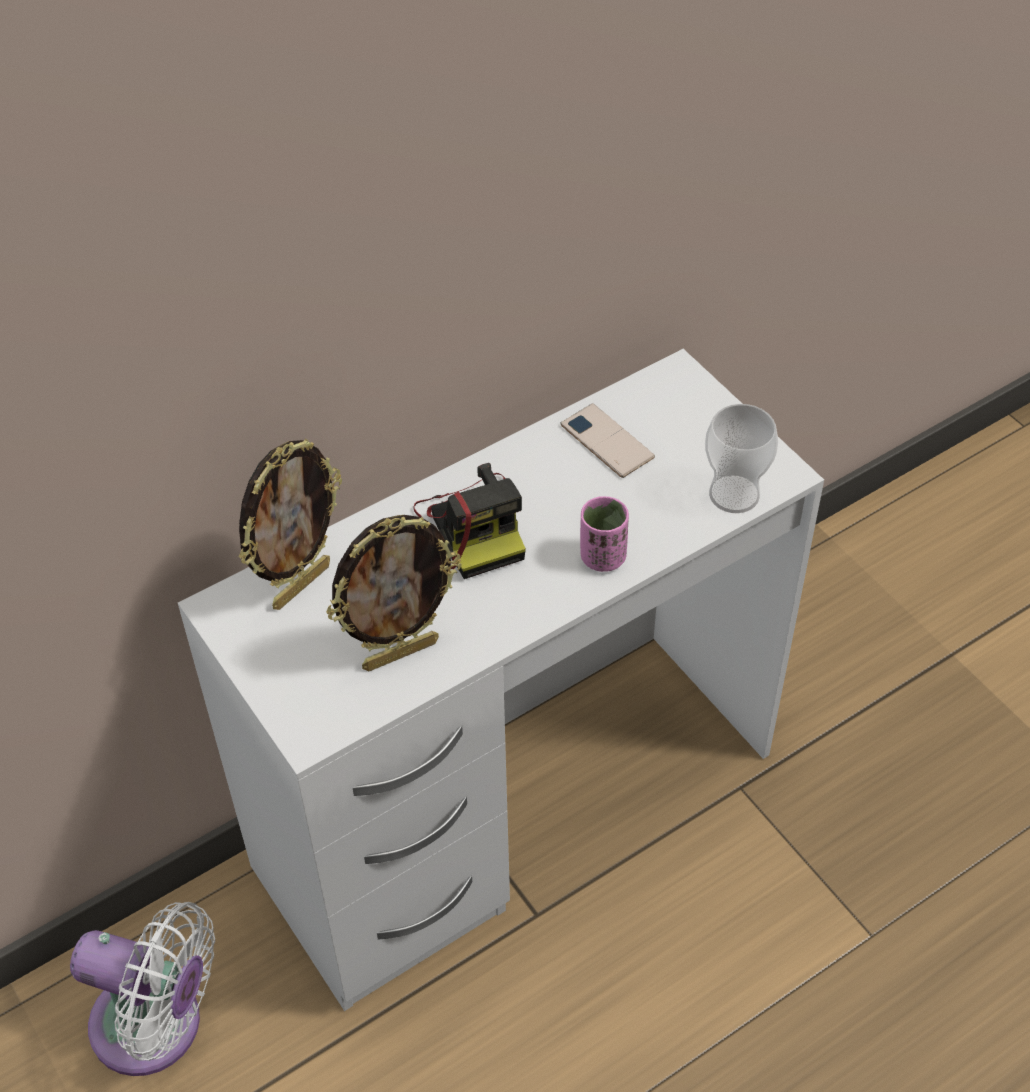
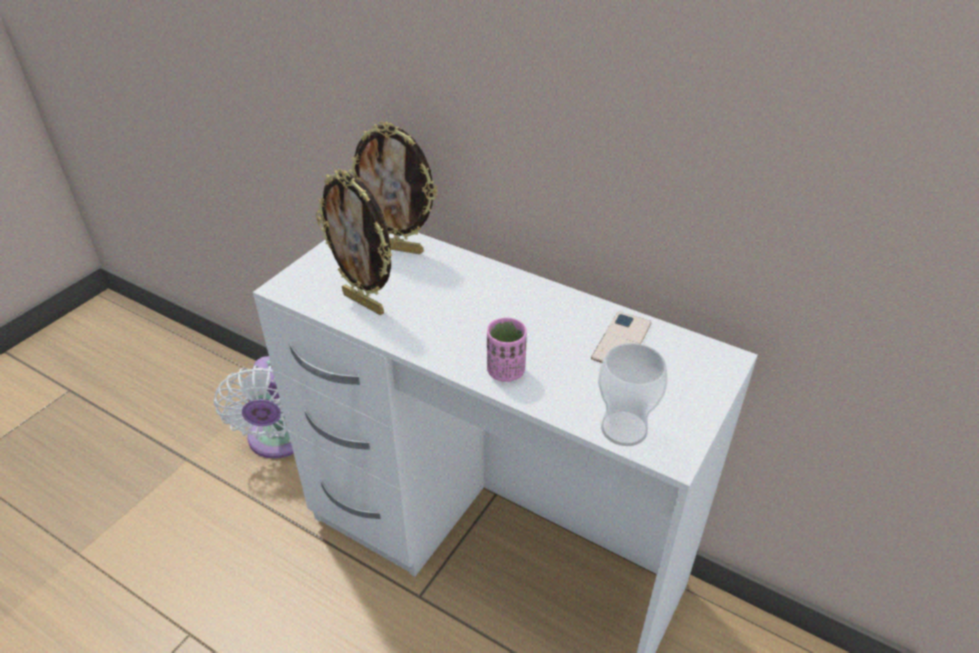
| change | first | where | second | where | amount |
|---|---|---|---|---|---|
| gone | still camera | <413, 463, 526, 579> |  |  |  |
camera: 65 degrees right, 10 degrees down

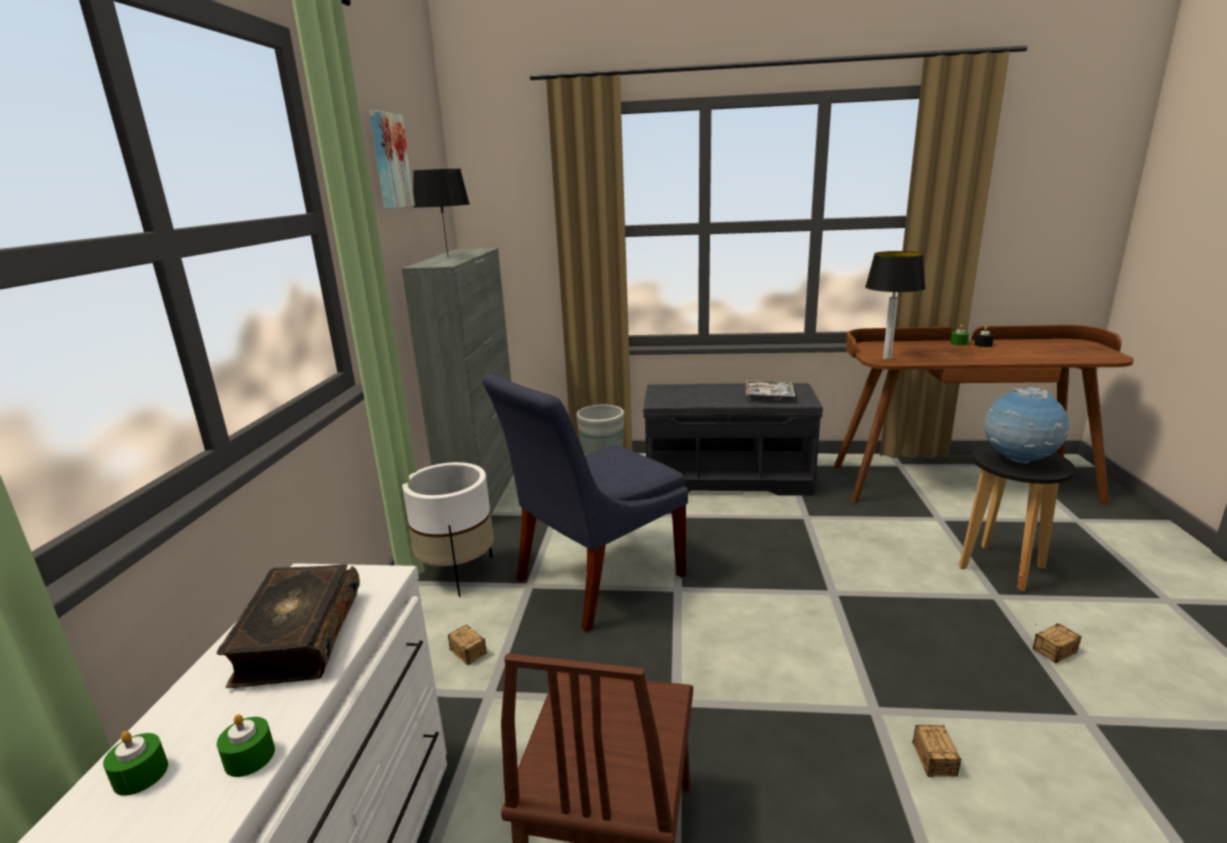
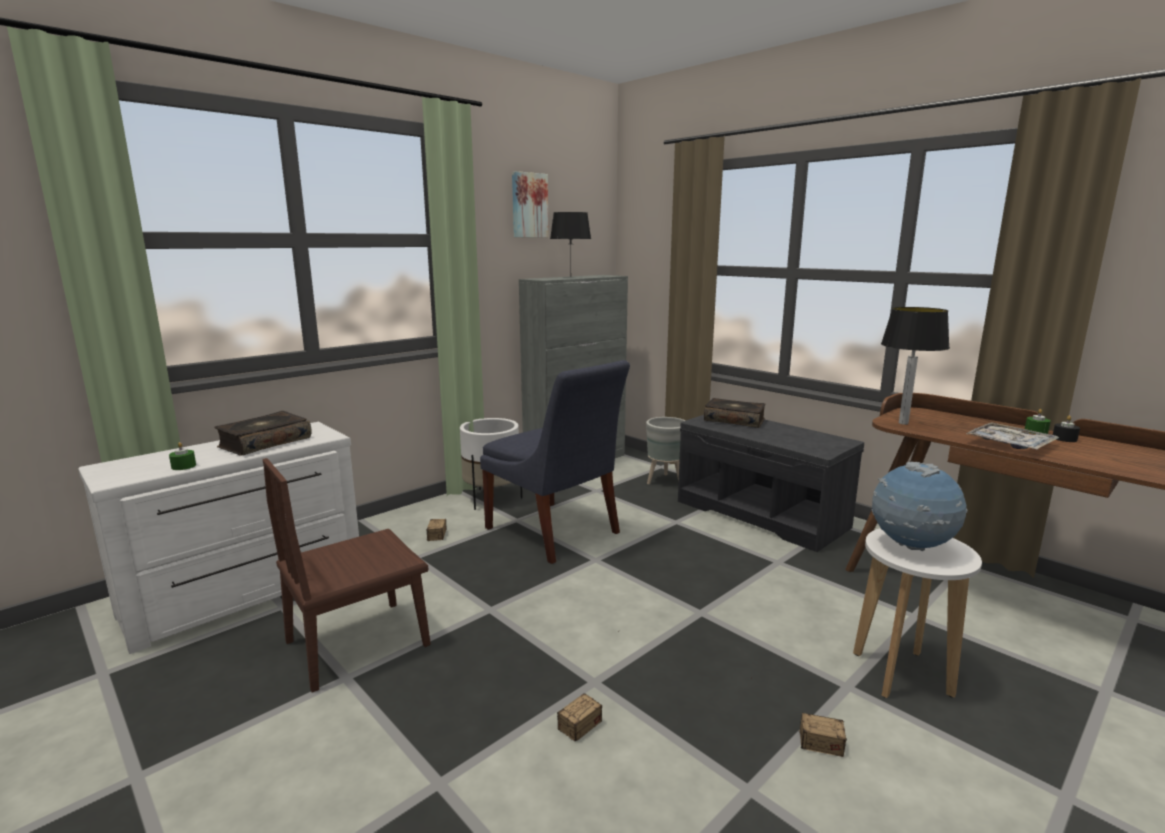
| change | first | where | second | where | amount |
|---|---|---|---|---|---|
| rotated | blue upright chair | <482, 373, 688, 632> |  | <480, 360, 630, 564> | 135 degrees counterclockwise |
| new |  |  | bound book | <704, 398, 765, 428> |  |
| repainted | black stool seat | <959, 444, 1076, 592> | whitish stool seat | <853, 528, 982, 698> |  |
| shifted | tray | <746, 380, 795, 398> |  | <966, 422, 1059, 449> |  |
| gone | greenish wax candle | <103, 731, 168, 796> |  |  |  |
camera: 40 degrees right, 5 degrees down

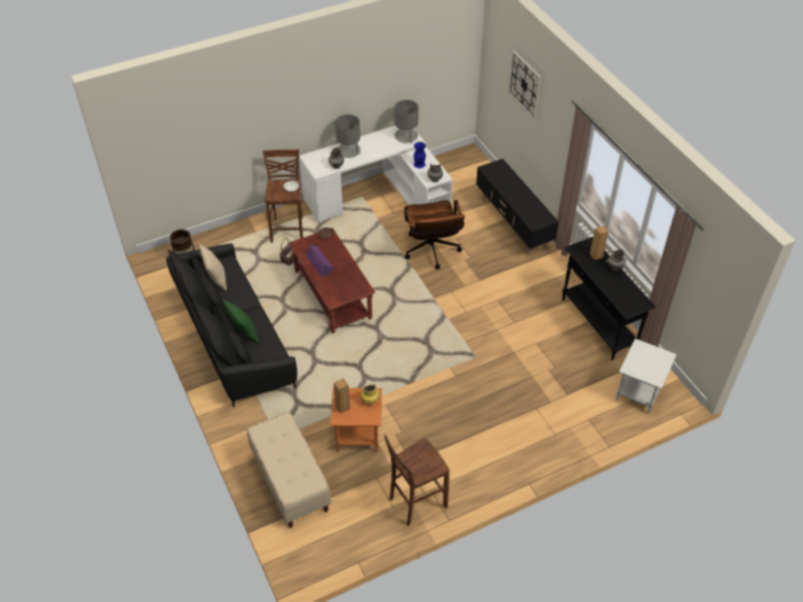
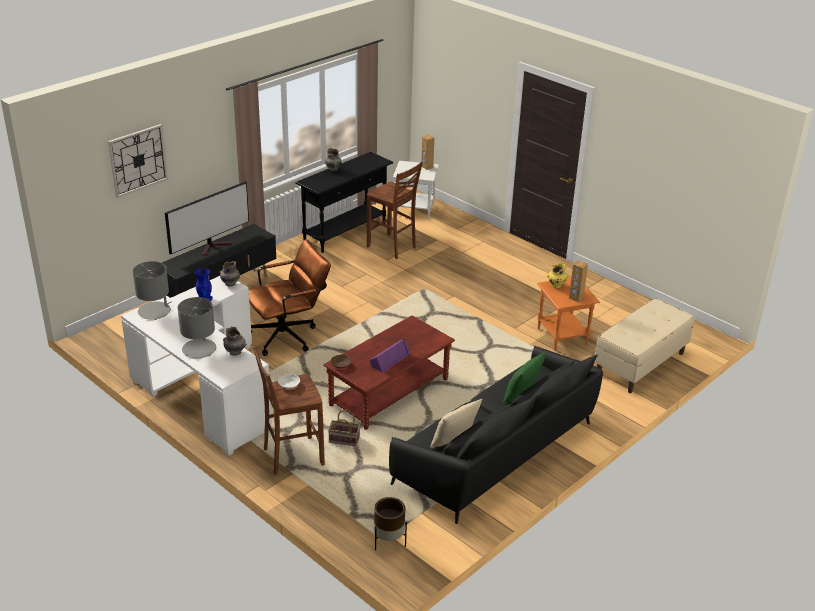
| change | first | where | second | where | amount |
|---|---|---|---|---|---|
| new |  |  | TV set | <165, 181, 249, 256> |  |
| shifted | brownish stool seat | <384, 435, 450, 526> |  | <367, 162, 423, 259> |  |
| shifted | brownish loudspeaker | <590, 226, 608, 260> |  | <421, 135, 434, 170> |  |
camera: 110 degrees left, 15 degrees down

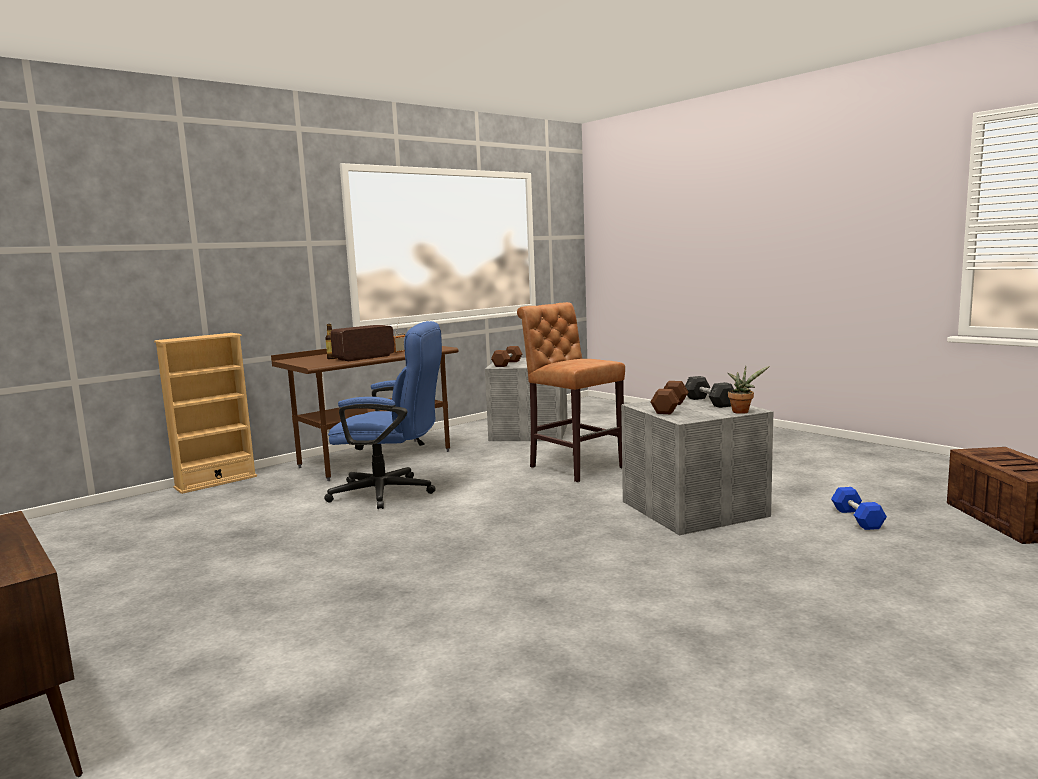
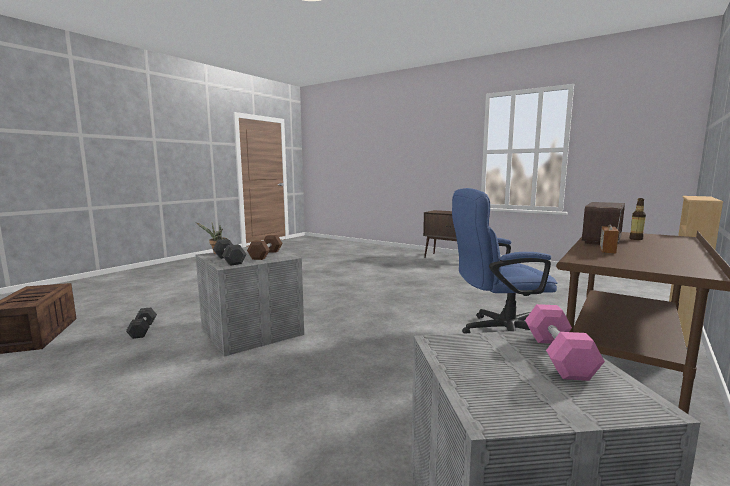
| change | first | where | second | where | amount |
|---|---|---|---|---|---|
| repainted | blue hand weight | <831, 487, 887, 530> | greyish hand weight | <126, 308, 157, 339> |  |
| repainted | brownish hand weight | <491, 346, 523, 367> | pink hand weight | <525, 304, 605, 381> |  |
| gone | brownish stool seat | <517, 302, 625, 482> |  |  |  |
camera: 165 degrees right, 0 degrees up

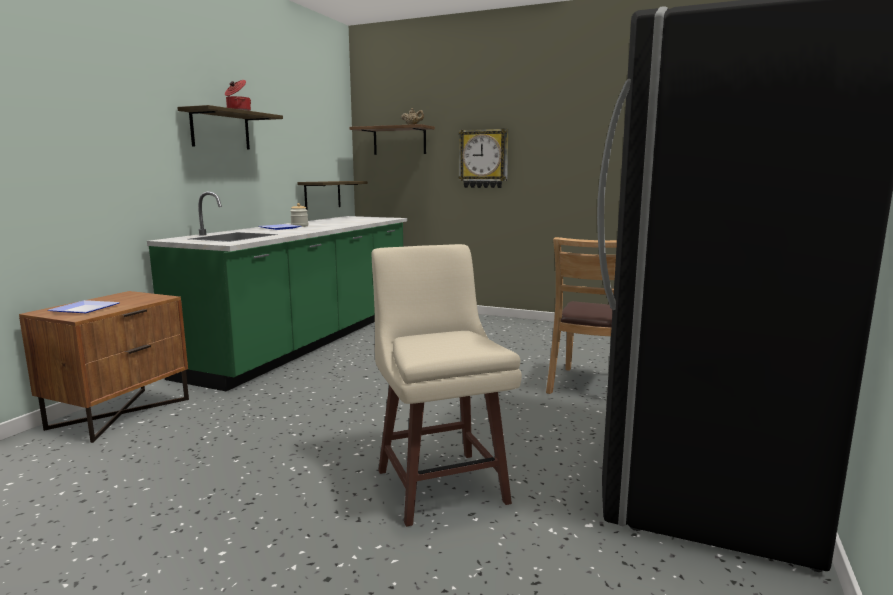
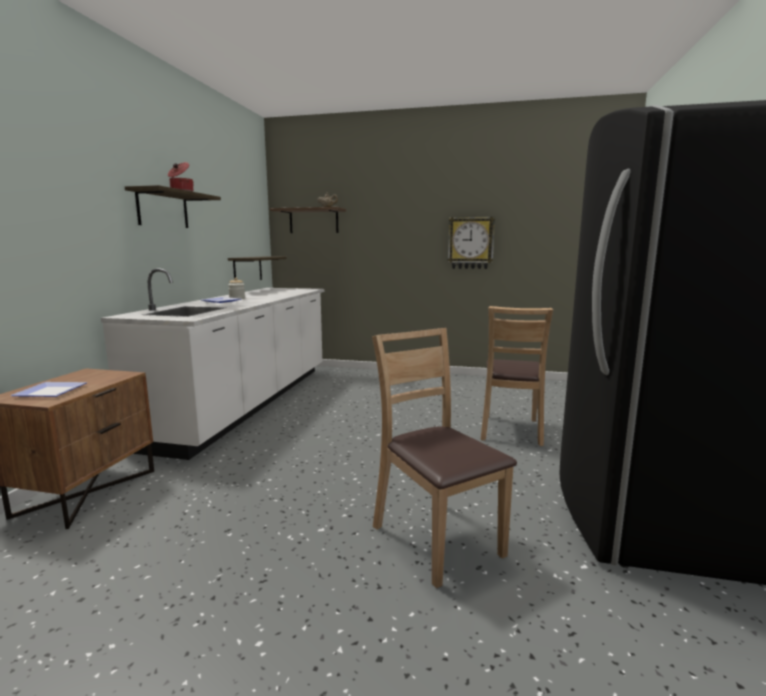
| change | first | where | second | where | amount |
|---|---|---|---|---|---|
| repainted | greenish kitchen base unit | <147, 192, 407, 391> | whitish kitchen base unit | <101, 268, 324, 460> |  |
| swapped | beige-coloured stool seat | <372, 244, 522, 527> | brownish upright chair | <372, 328, 517, 588> |  |
| shifted | clock on the wall | <458, 129, 508, 188> |  | <448, 217, 495, 269> |  |
camera: 10 degrees left, 0 degrees up

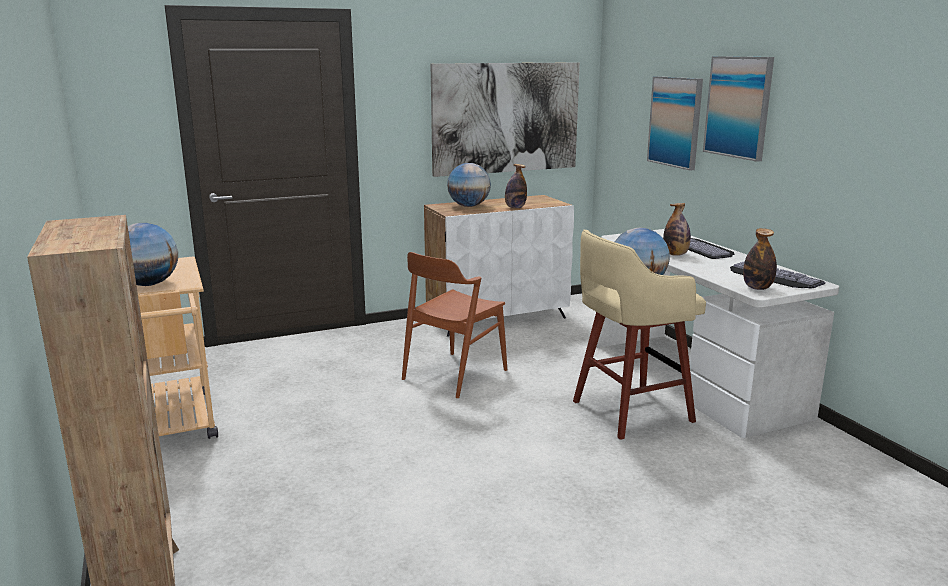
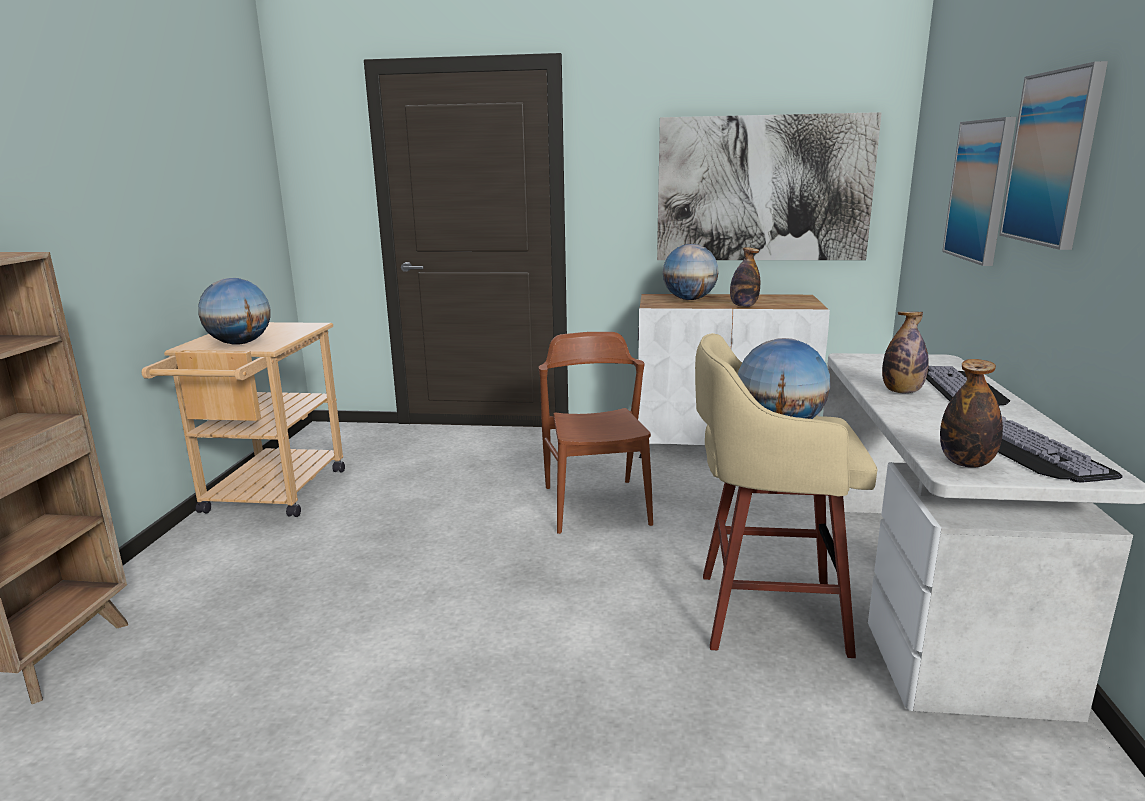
| change | first | where | second | where | amount |
|---|---|---|---|---|---|
| rotated | brownish upright chair | <402, 252, 507, 398> |  | <539, 332, 653, 534> | 105 degrees clockwise |
camera: 30 degrees right, 0 degrees up

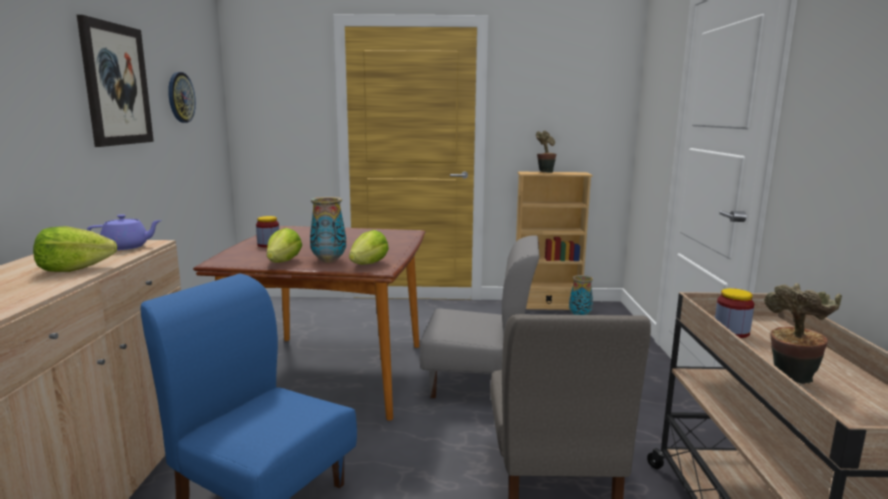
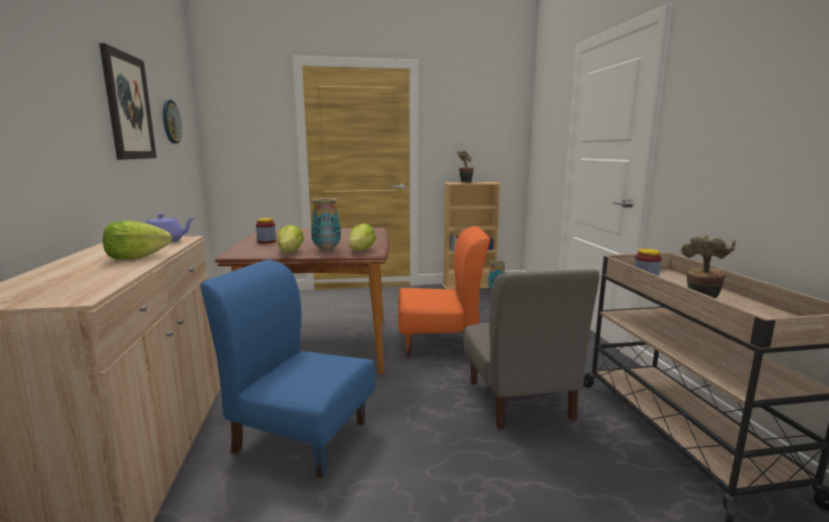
| change | first | where | second | where | amount |
|---|---|---|---|---|---|
| repainted | greyish upright chair | <420, 235, 539, 398> | orange-coloured upright chair | <398, 226, 490, 356> |  |
camera: 10 degrees left, 0 degrees up

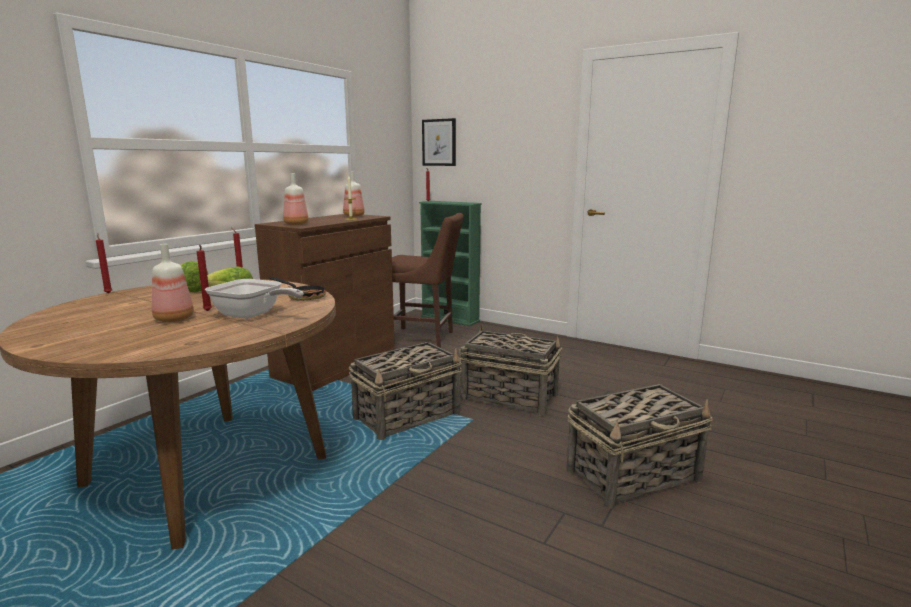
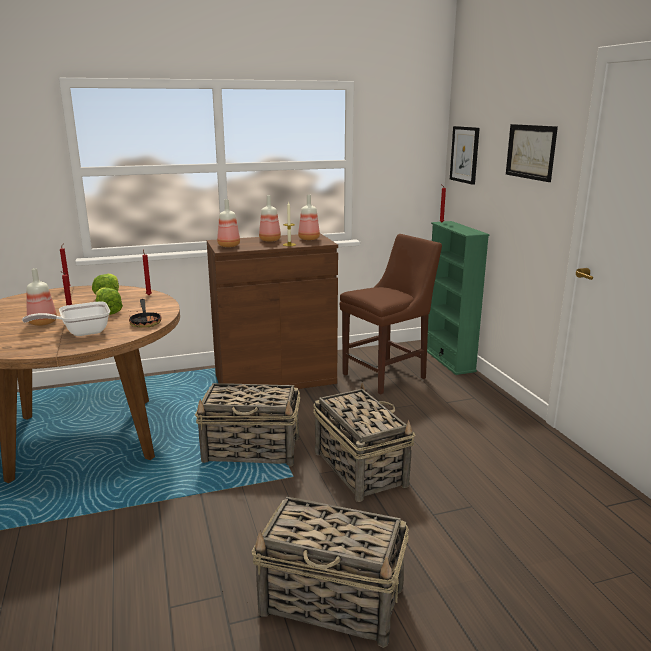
| change | first | where | second | where | amount |
|---|---|---|---|---|---|
| rotated | skillet | <205, 279, 303, 319> |  | <22, 301, 110, 336> | 90 degrees clockwise |
| new |  |  | bottle | <259, 195, 281, 242> |  |
| rotated | brownish upright chair | <392, 213, 464, 348> |  | <340, 234, 442, 394> | 90 degrees counterclockwise |
| new |  |  | wall art | <506, 124, 558, 182> |  |
camera: 40 degrees right, 5 degrees up

